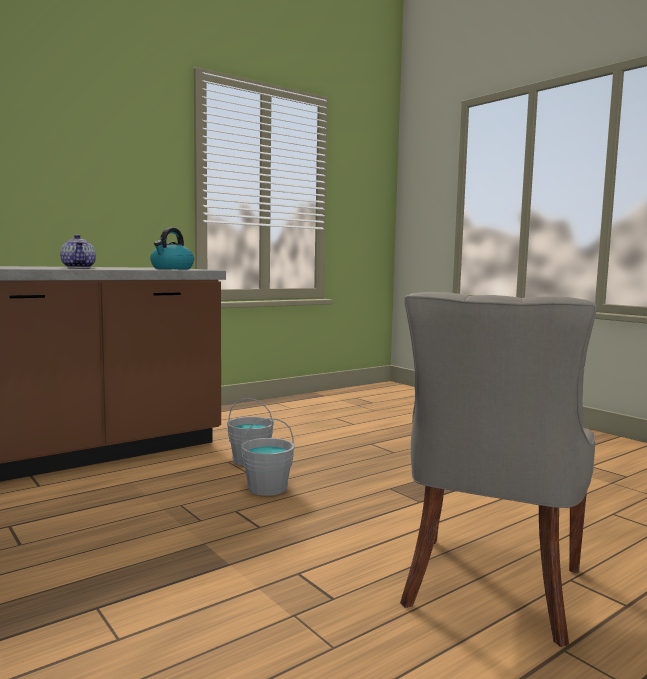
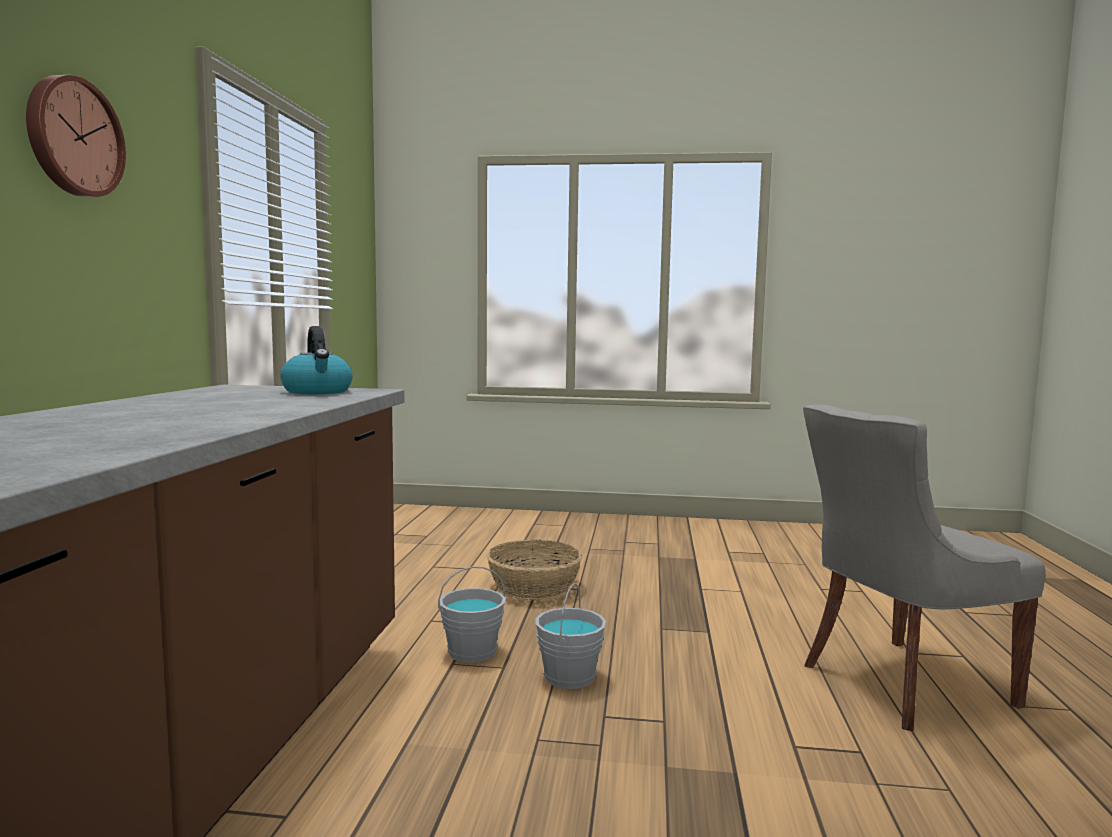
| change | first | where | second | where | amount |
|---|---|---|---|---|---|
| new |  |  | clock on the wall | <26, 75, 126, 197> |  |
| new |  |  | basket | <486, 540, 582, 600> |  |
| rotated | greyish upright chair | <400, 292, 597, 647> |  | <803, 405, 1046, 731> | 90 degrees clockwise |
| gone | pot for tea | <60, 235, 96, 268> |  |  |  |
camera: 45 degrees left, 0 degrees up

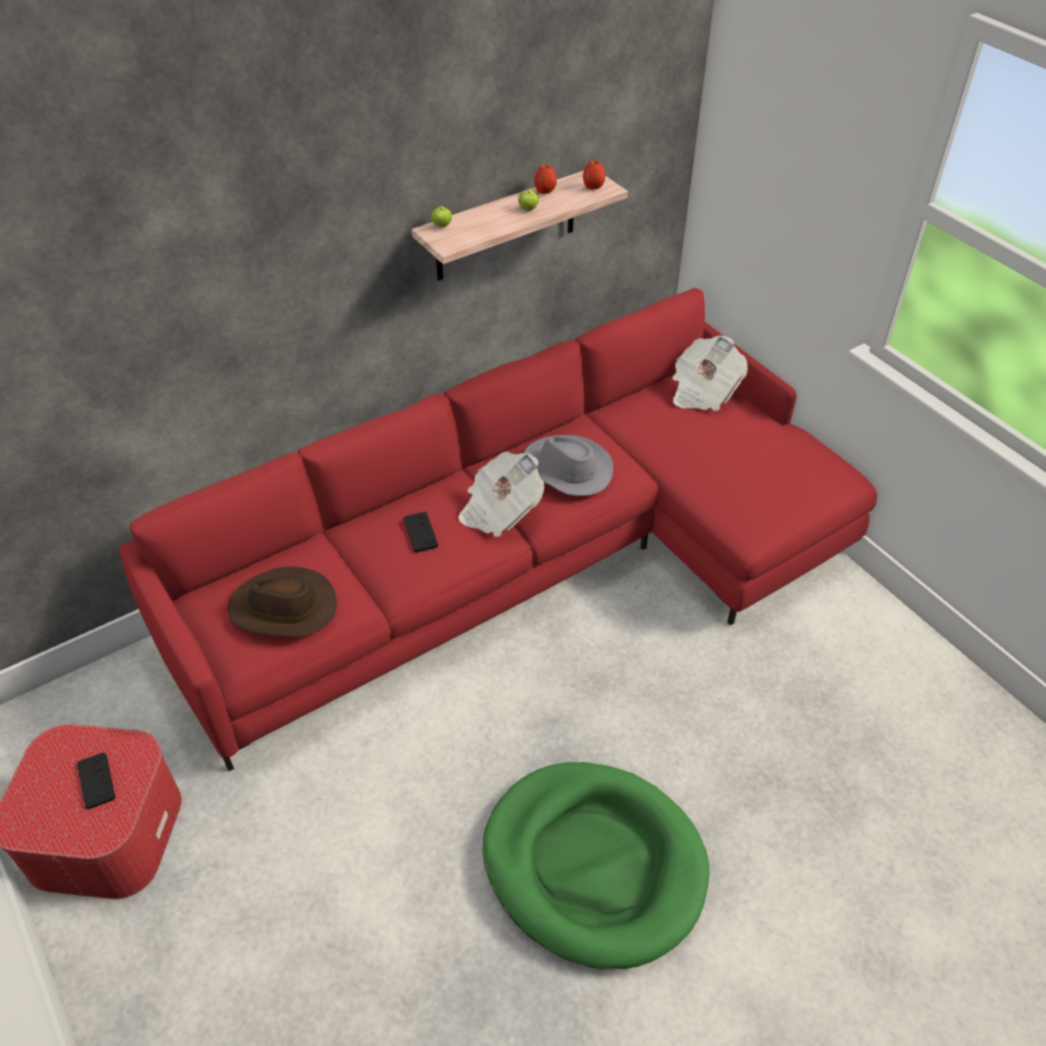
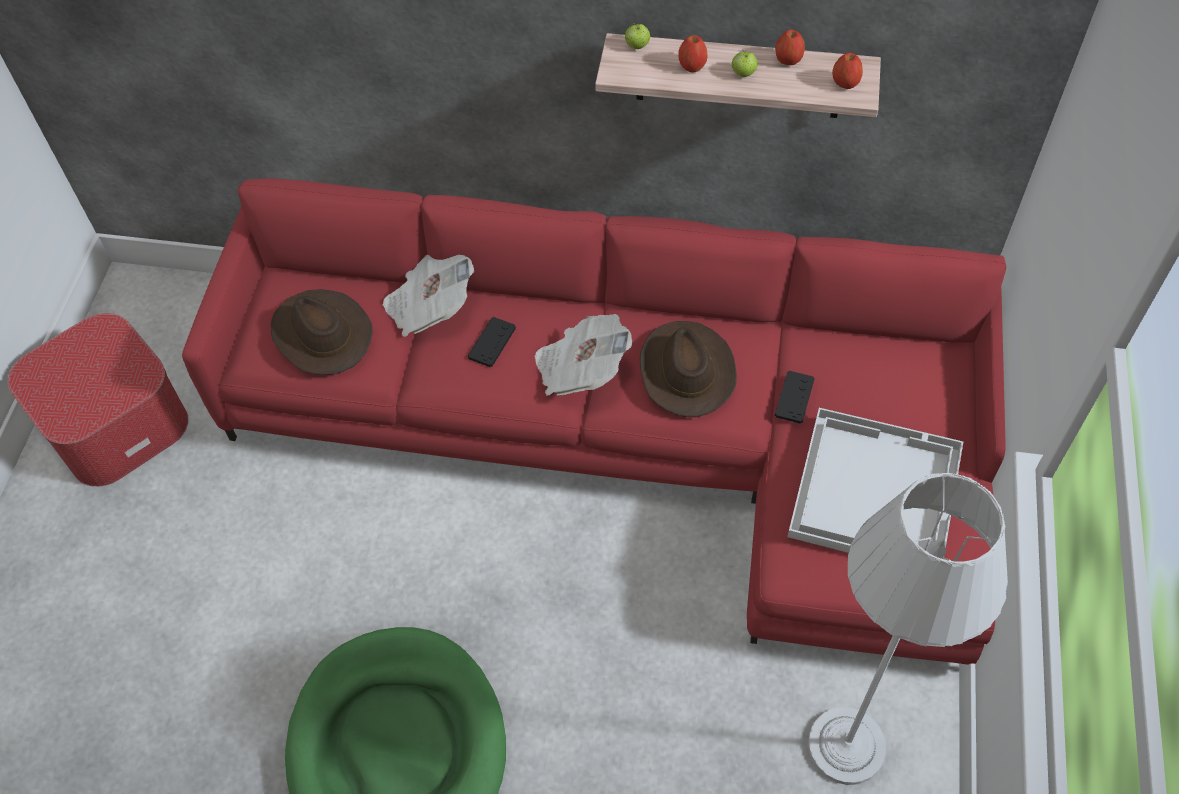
| change | first | where | second | where | amount |
|---|---|---|---|---|---|
| shifted | newspaper | <672, 336, 748, 411> |  | <383, 255, 474, 337> |  |
| repainted | greyish hat | <524, 435, 613, 496> | brownish hat | <640, 321, 737, 417> |  |
| new |  |  | whole apple | <678, 35, 708, 73> |  |
| shifted | black gamepad | <77, 752, 116, 810> |  | <775, 371, 815, 424> |  |
| new |  |  | whitish tray | <787, 408, 963, 553> |  |
| new |  |  | greyish floor lamp | <808, 473, 1008, 785> |  |
camera: 45 degrees right, 10 degrees up

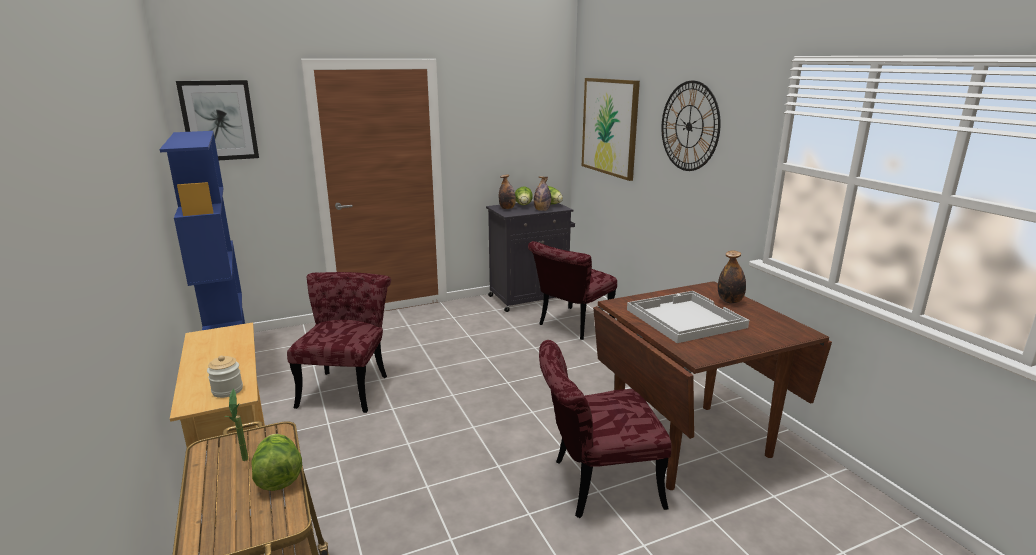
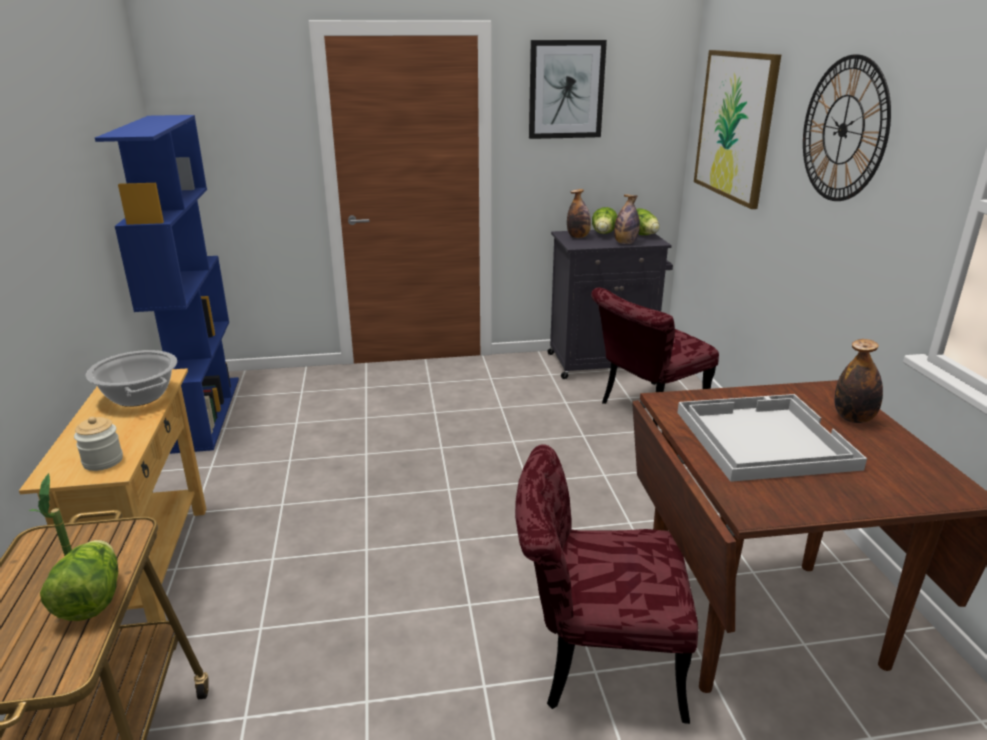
| change | first | where | second | where | amount |
|---|---|---|---|---|---|
| new |  |  | cooking pot | <86, 350, 177, 407> |  |
| shifted | wall art | <176, 80, 259, 160> |  | <529, 40, 607, 139> |  |
| gone | red-coloured upright chair | <287, 272, 391, 413> |  |  |  |
camera: 15 degrees right, 5 degrees up

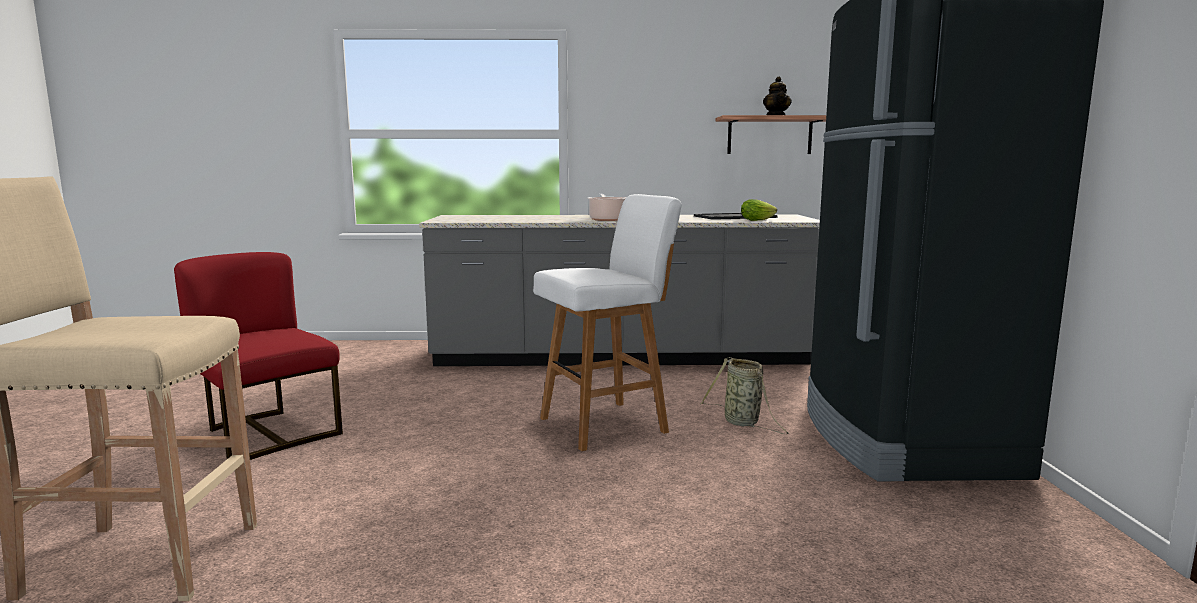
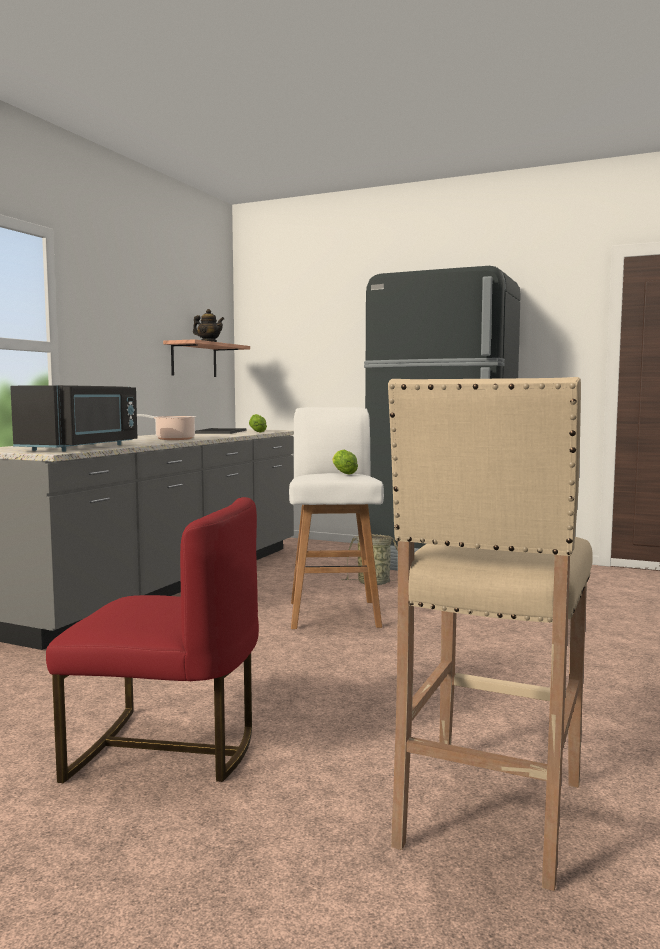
| change | first | where | second | where | amount |
|---|---|---|---|---|---|
| new |  |  | black kitchen microwave | <10, 385, 137, 452> |  |
| rotated | red-coloured upright chair | <174, 252, 343, 460> |  | <46, 497, 259, 783> | 150 degrees counterclockwise |
| new |  |  | lettuce | <332, 450, 358, 475> |  |
camera: 65 degrees left, 5 degrees down

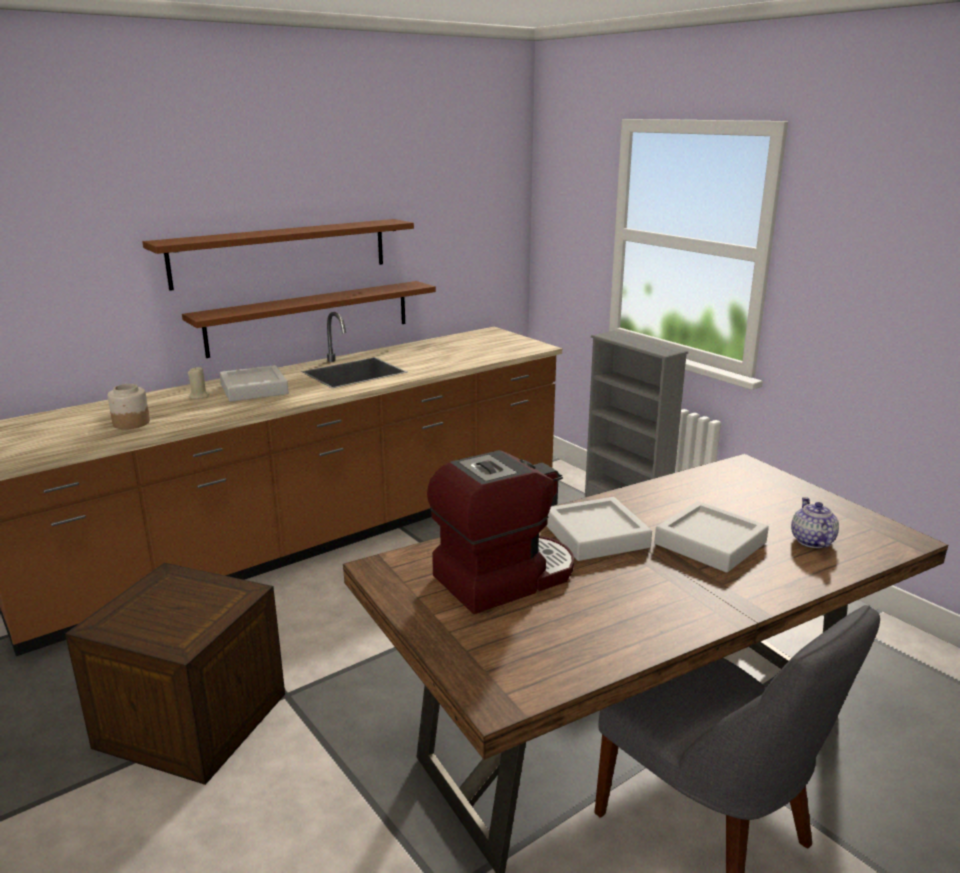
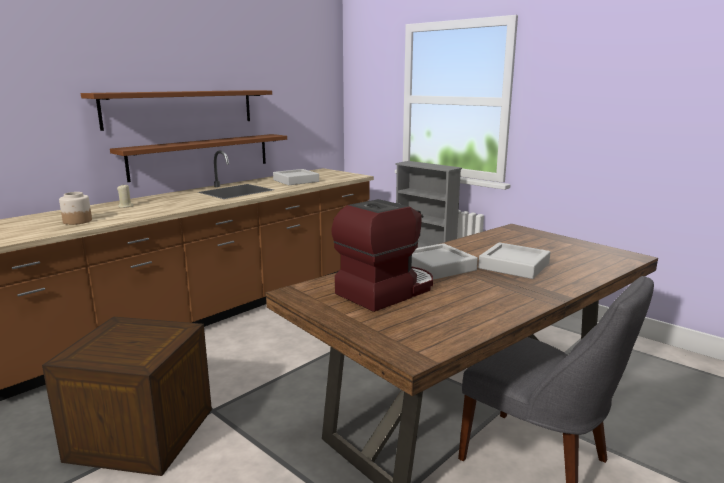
| change | first | where | second | where | amount |
|---|---|---|---|---|---|
| shifted | greyish tray | <220, 365, 289, 402> |  | <273, 169, 319, 185> |  |
| gone | pot for tea | <791, 497, 839, 548> |  |  |  |
camera: 10 degrees left, 5 degrees down

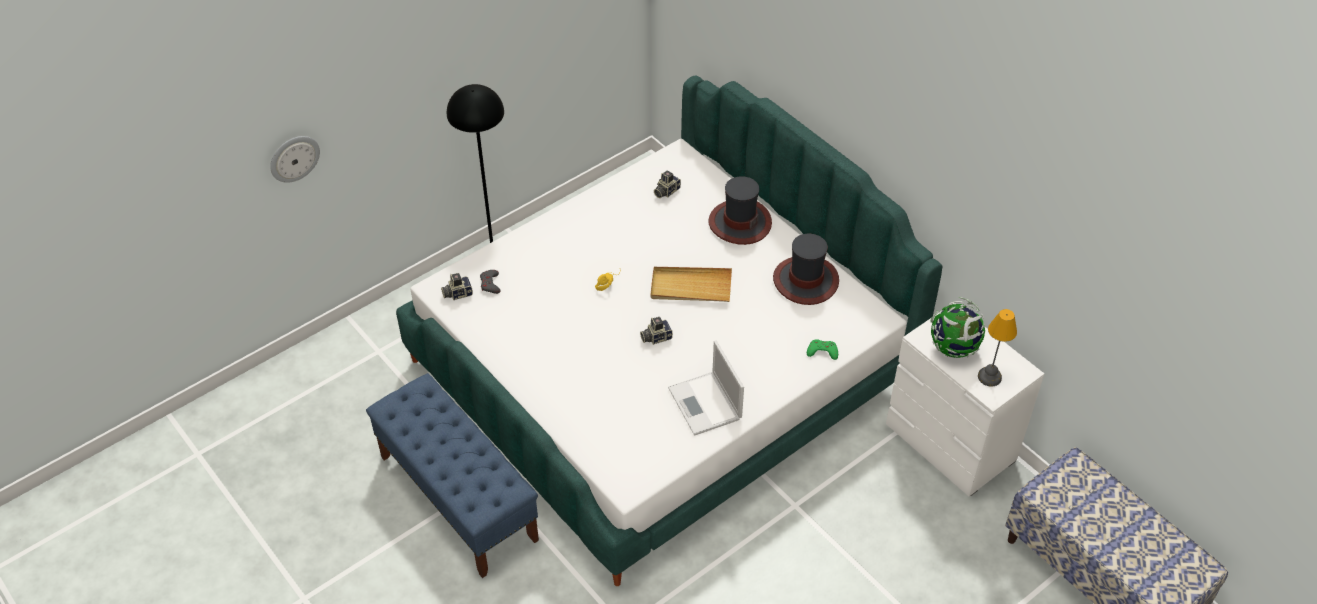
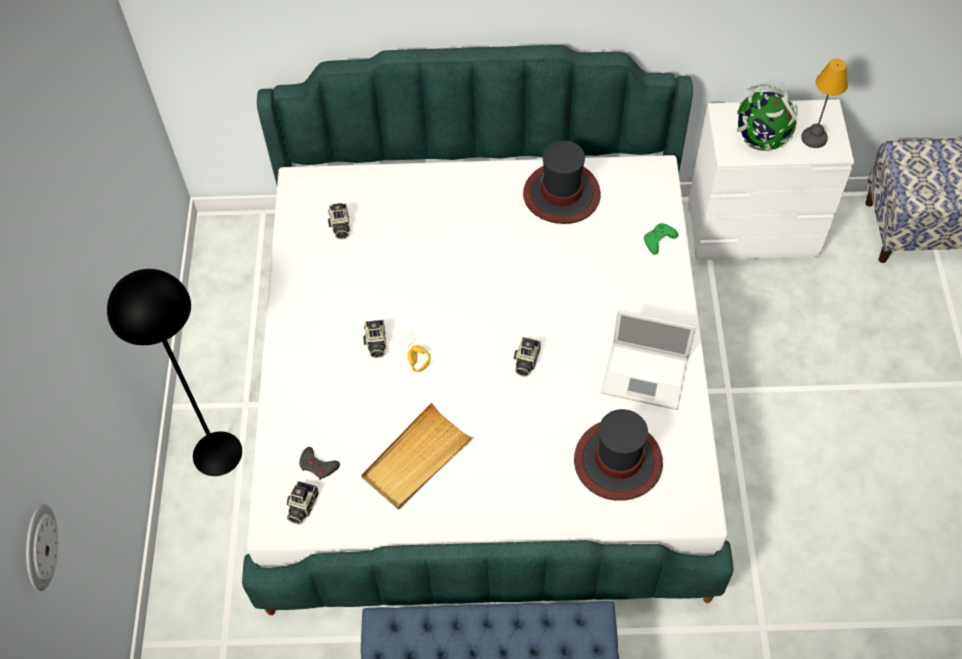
| change | first | where | second | where | amount |
|---|---|---|---|---|---|
| shifted | beige-coloured tray | <651, 267, 732, 302> |  | <361, 402, 474, 509> |  |
| new |  |  | still camera | <363, 320, 386, 358> |  |
| shifted | hat | <708, 176, 772, 245> |  | <574, 409, 663, 501> |  |
camera: 50 degrees left, 10 degrees up

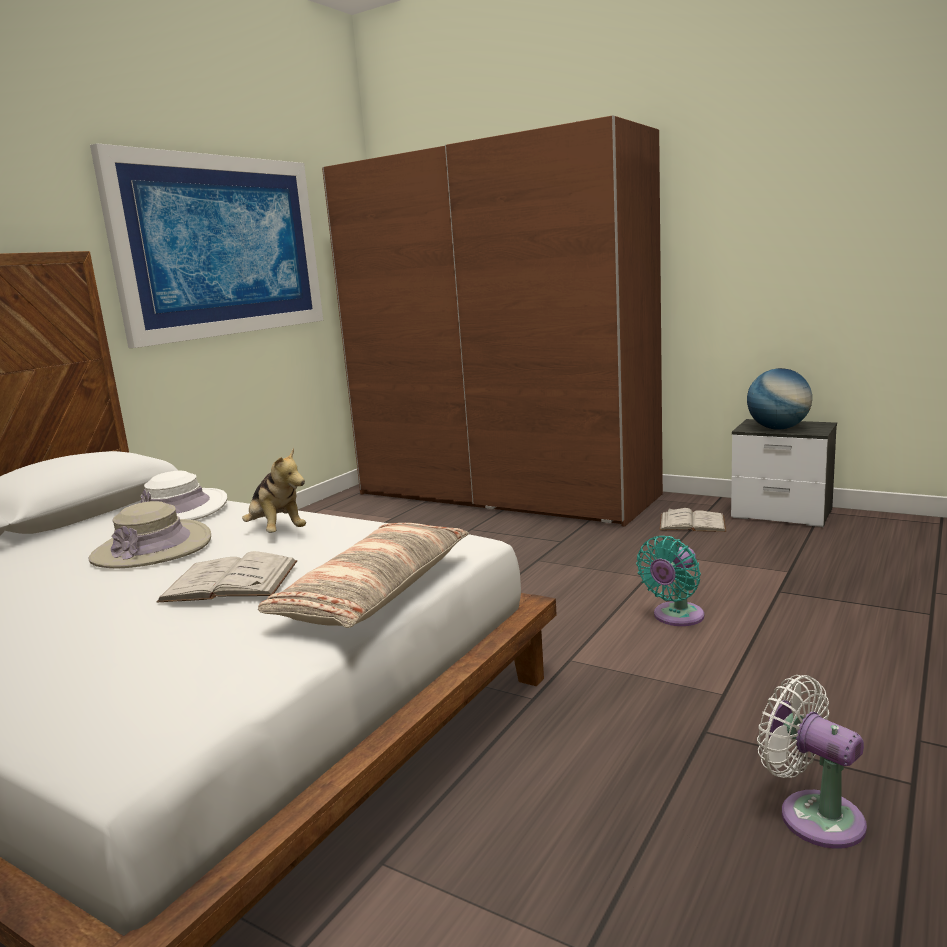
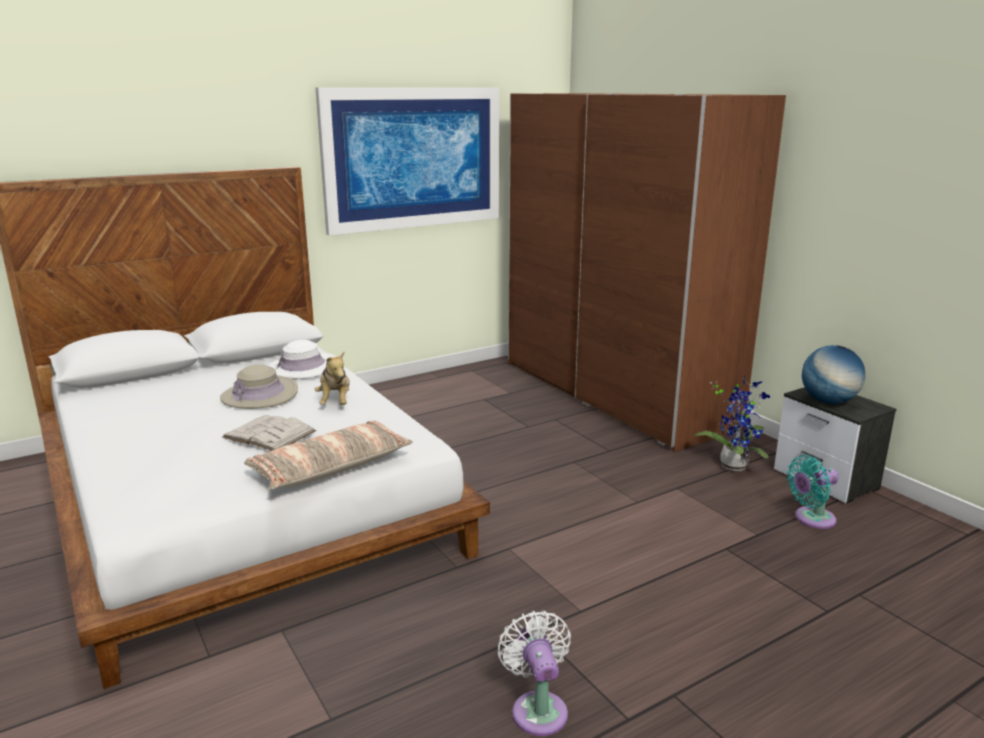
| change | first | where | second | where | amount |
|---|---|---|---|---|---|
| swapped | whitish bound book | <660, 508, 726, 532> | potted plant | <694, 375, 770, 471> |  |
| shifted | turquoise-coloured fan | <636, 536, 704, 626> |  | <787, 455, 839, 529> |  |
camera: 25 degrees right, 5 degrees up

